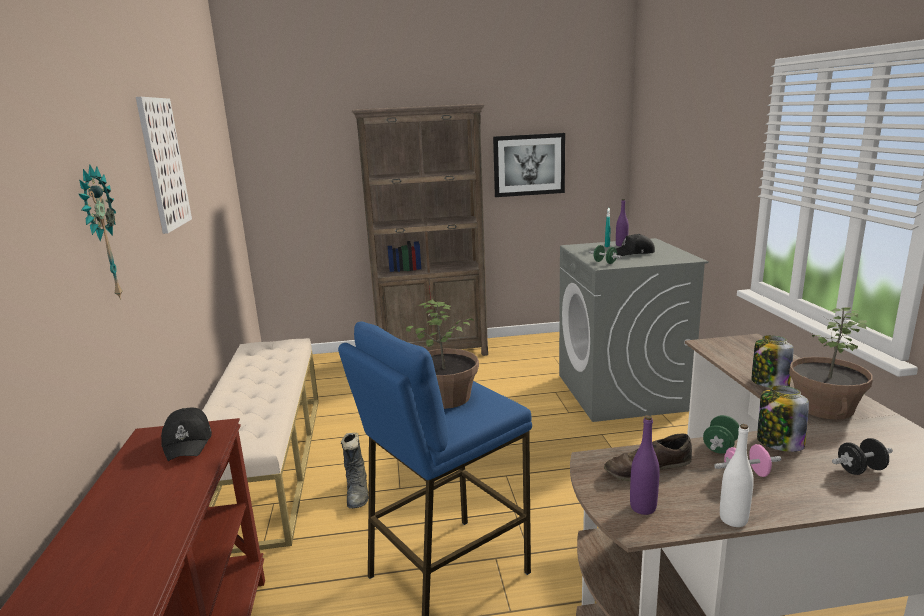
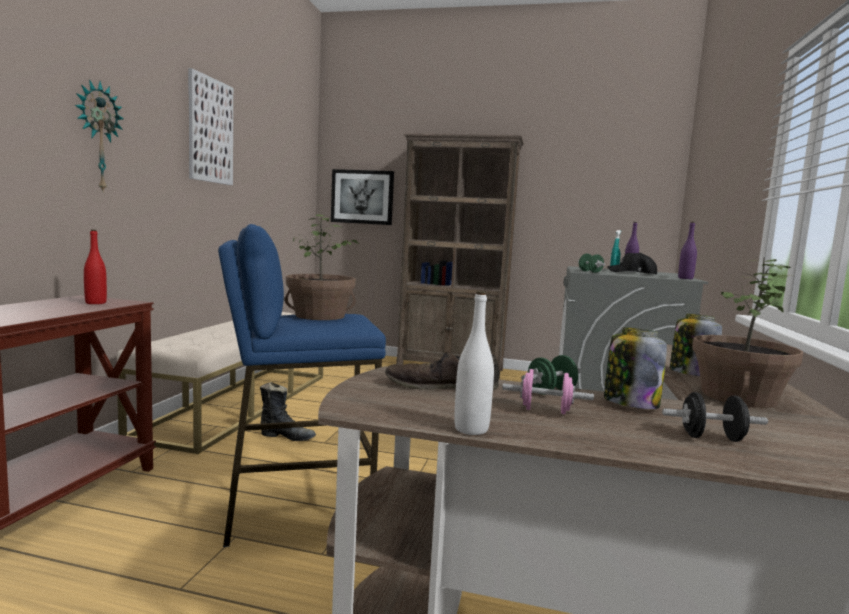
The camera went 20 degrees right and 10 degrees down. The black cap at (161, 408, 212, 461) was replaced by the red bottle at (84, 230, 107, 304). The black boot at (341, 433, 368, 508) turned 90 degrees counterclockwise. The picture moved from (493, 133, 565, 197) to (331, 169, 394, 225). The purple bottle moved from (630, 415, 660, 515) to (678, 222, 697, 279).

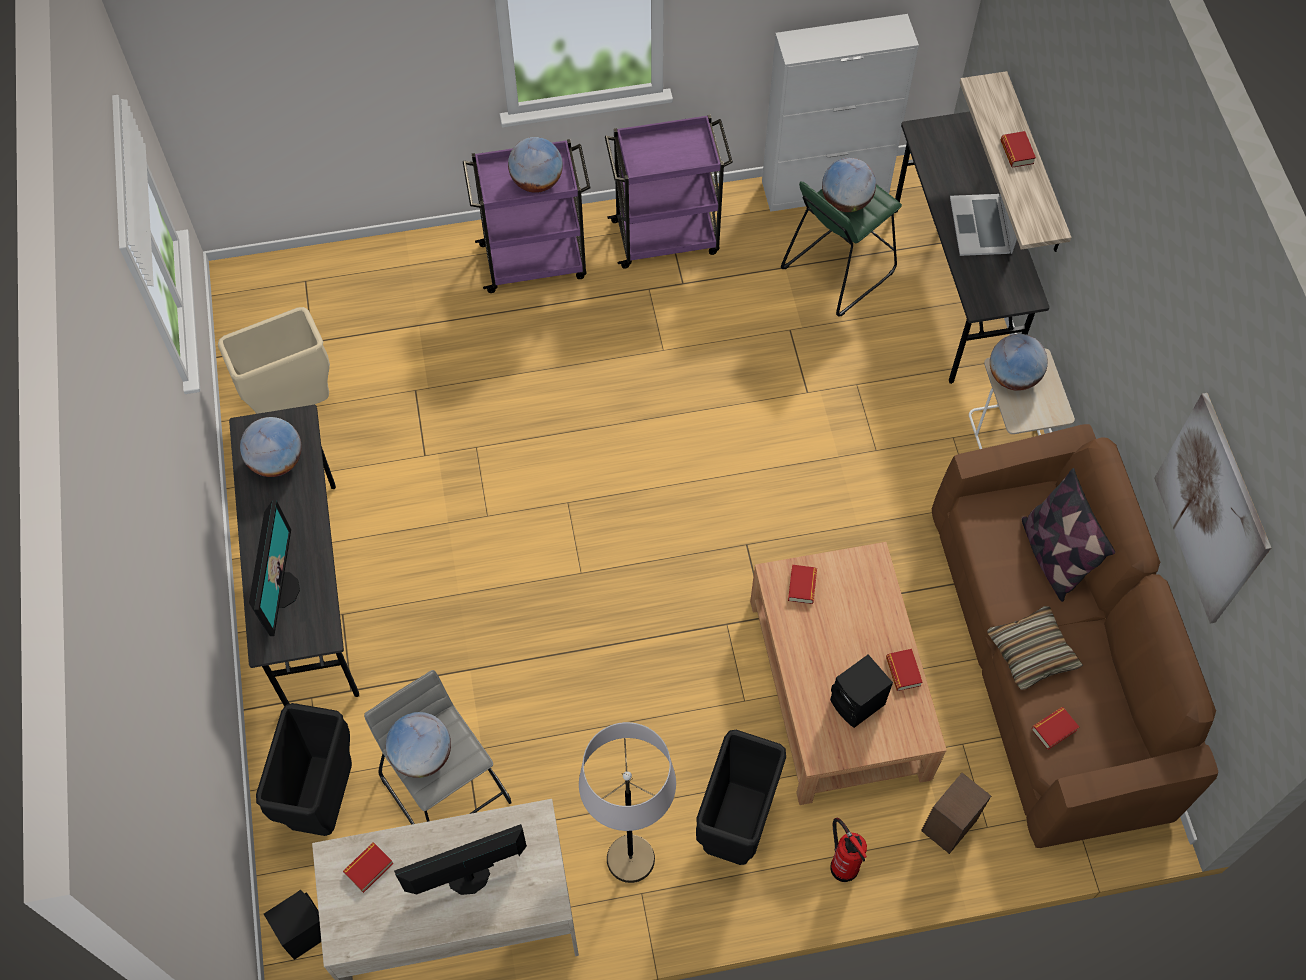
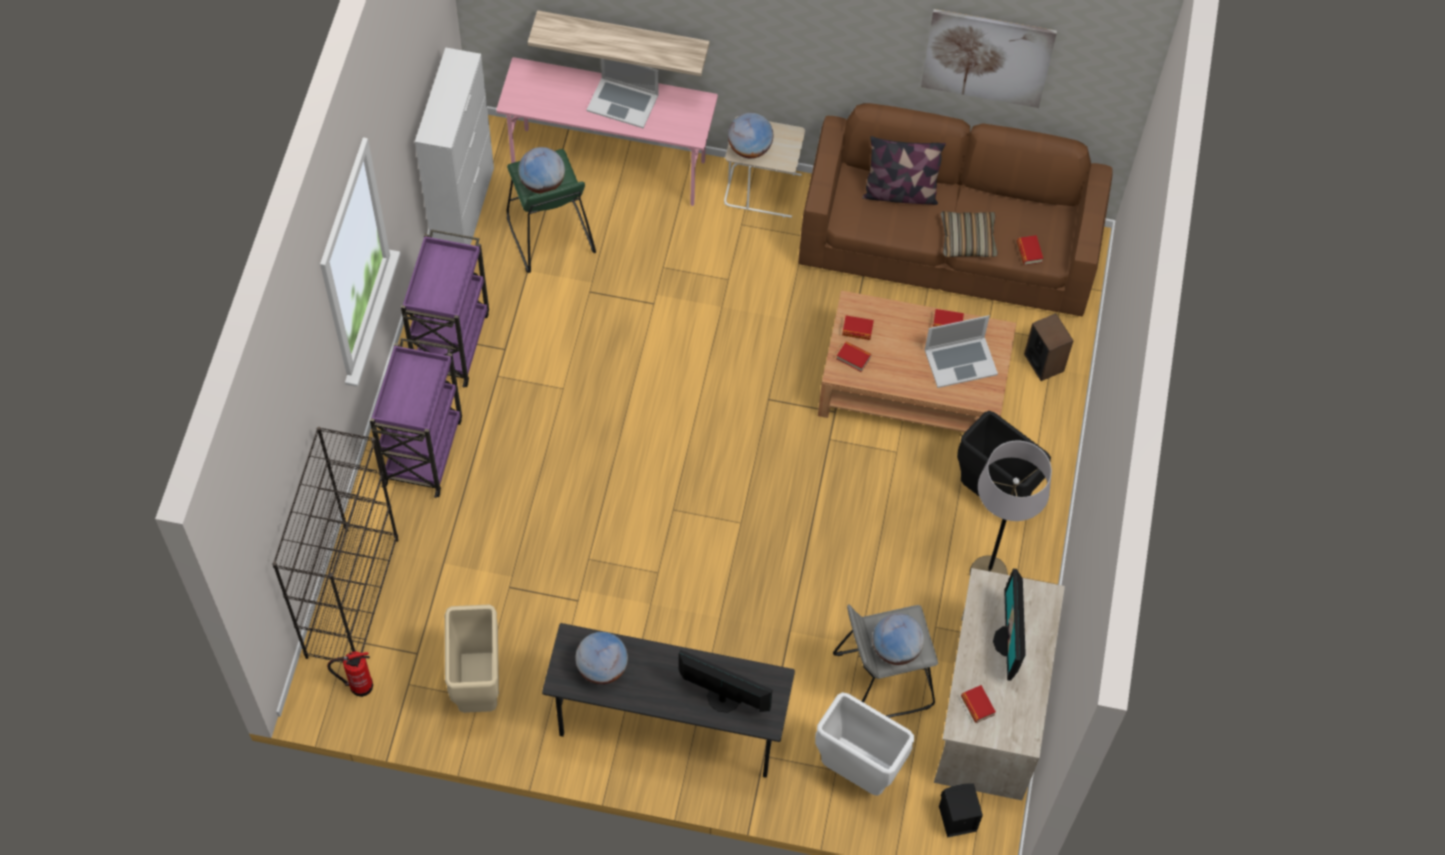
The camera went 70 degrees left and 0 degrees up. The black trash can at (256, 703, 352, 836) became the white trash can at (815, 692, 914, 796). The globe at (508, 137, 563, 193) disappeared. The black speaker at (830, 654, 893, 728) was replaced by the laptop at (925, 315, 998, 388). The fire extinguisher moved from (830, 818, 867, 882) to (327, 651, 373, 697). The grey desk at (895, 112, 1050, 384) became the pink desk at (496, 57, 718, 206). The book moved from (1001, 131, 1036, 168) to (842, 316, 874, 340). The black bookcase at (272, 427, 399, 663) appeared.

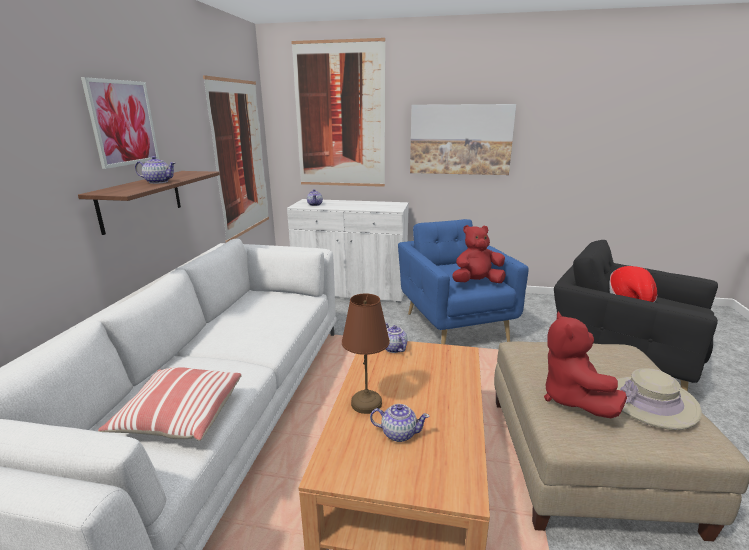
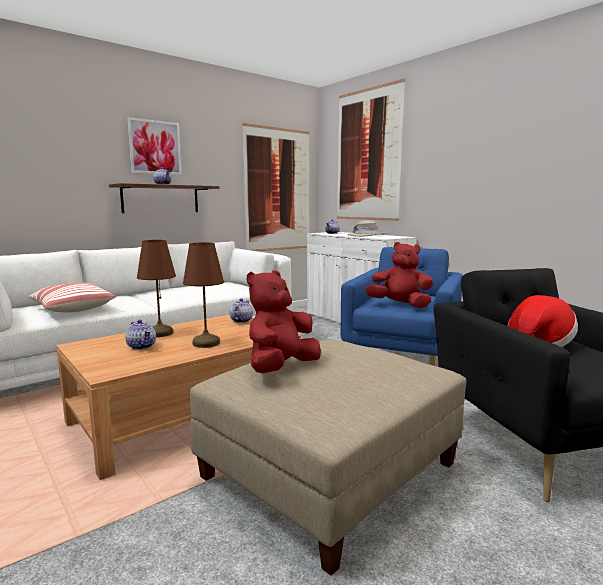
The camera went 40 degrees right and 10 degrees down. The picture at (410, 104, 516, 175) disappeared. The beige hat moved from (617, 368, 702, 430) to (348, 220, 387, 237). The brown table lamp at (183, 242, 224, 348) appeared.

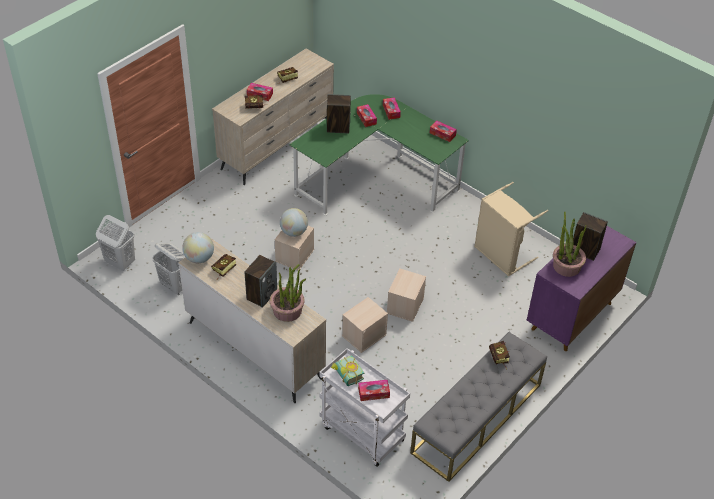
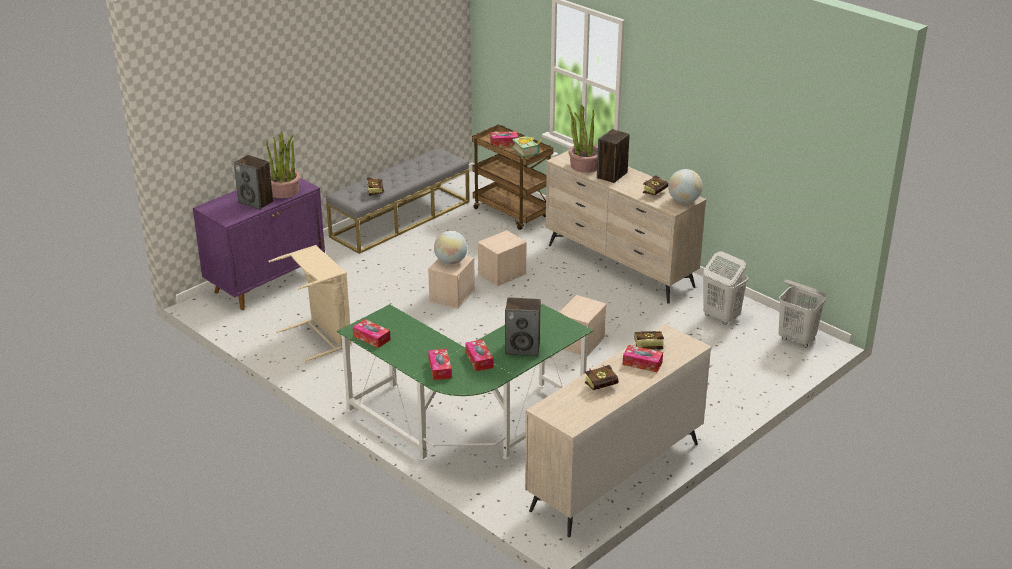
The camera went 175 degrees left and 15 degrees down. The globe moved from (280, 208, 308, 237) to (434, 231, 468, 264). The white cart at (320, 348, 410, 467) became the brown cart at (472, 124, 553, 230).

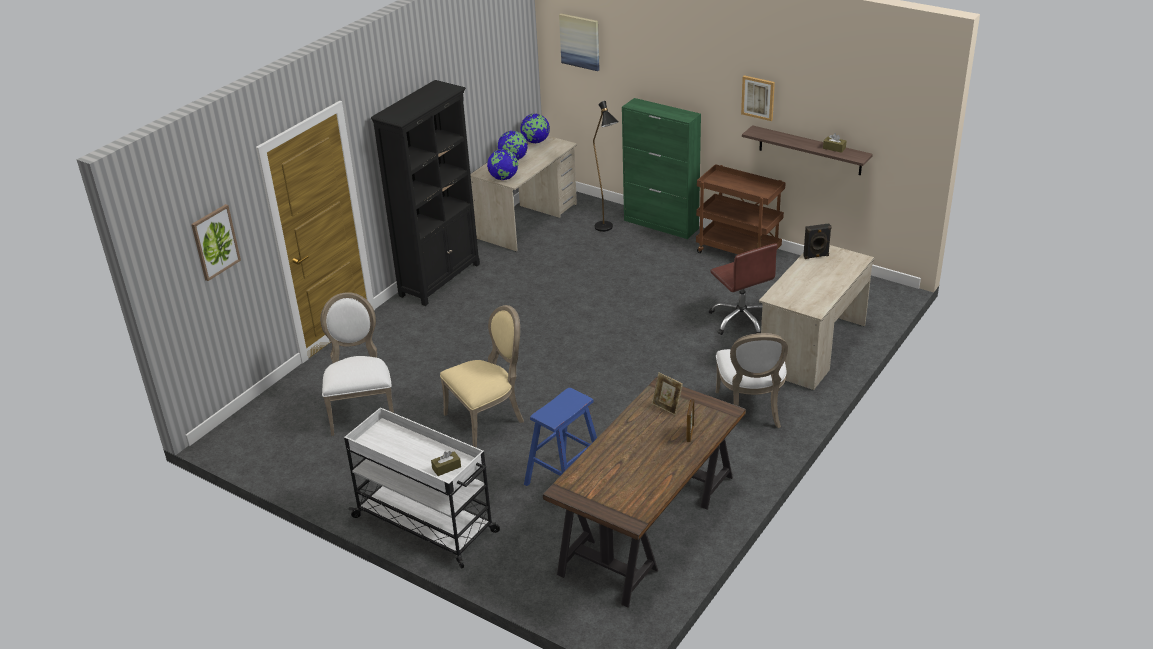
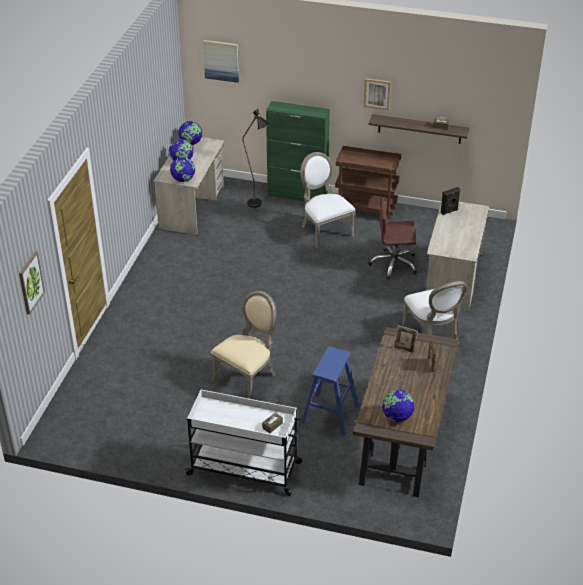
The camera went 20 degrees left and 5 degrees up. The white chair moved from (320, 292, 394, 436) to (300, 152, 355, 249). The black bookcase at (371, 80, 480, 306) disappeared. The brown office chair at (709, 243, 778, 335) turned 135 degrees clockwise. The globe at (382, 390, 415, 422) appeared.

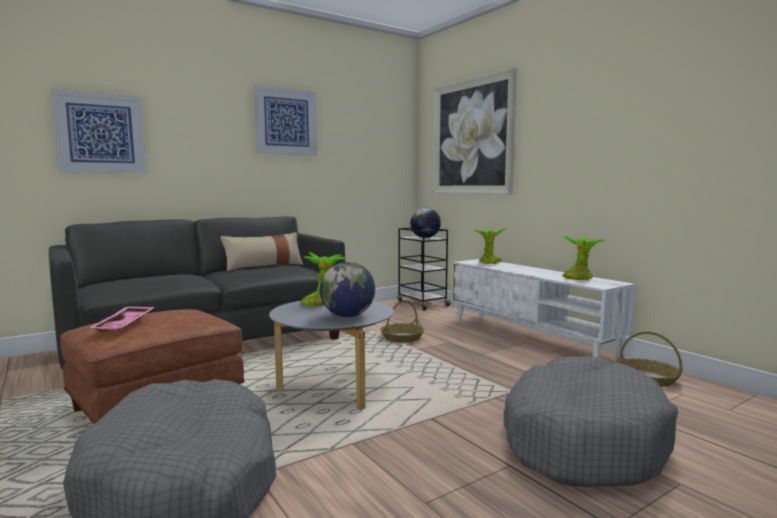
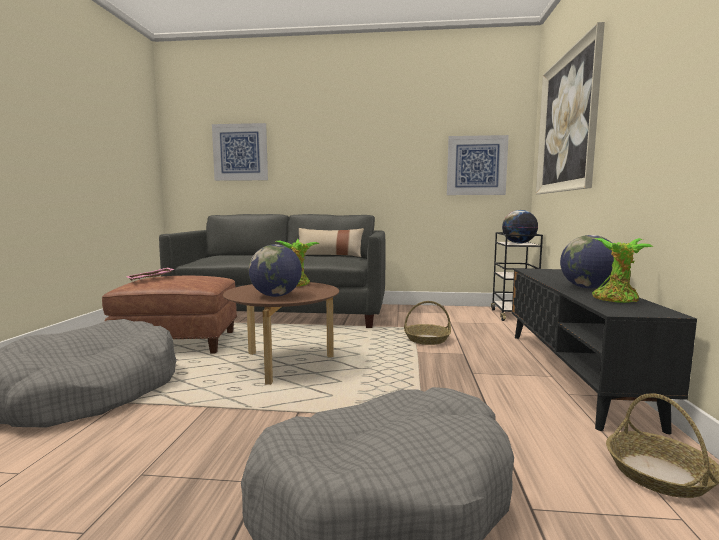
The camera went 40 degrees right and 0 degrees up. The picture moved from (254, 85, 317, 156) to (447, 135, 509, 195). The grey coffee table at (269, 300, 394, 410) became the brown coffee table at (223, 282, 339, 385). The white tv stand at (452, 259, 636, 359) became the black tv stand at (512, 269, 697, 434). The potted plant at (474, 227, 506, 264) disappeared. The globe at (560, 235, 614, 288) appeared.

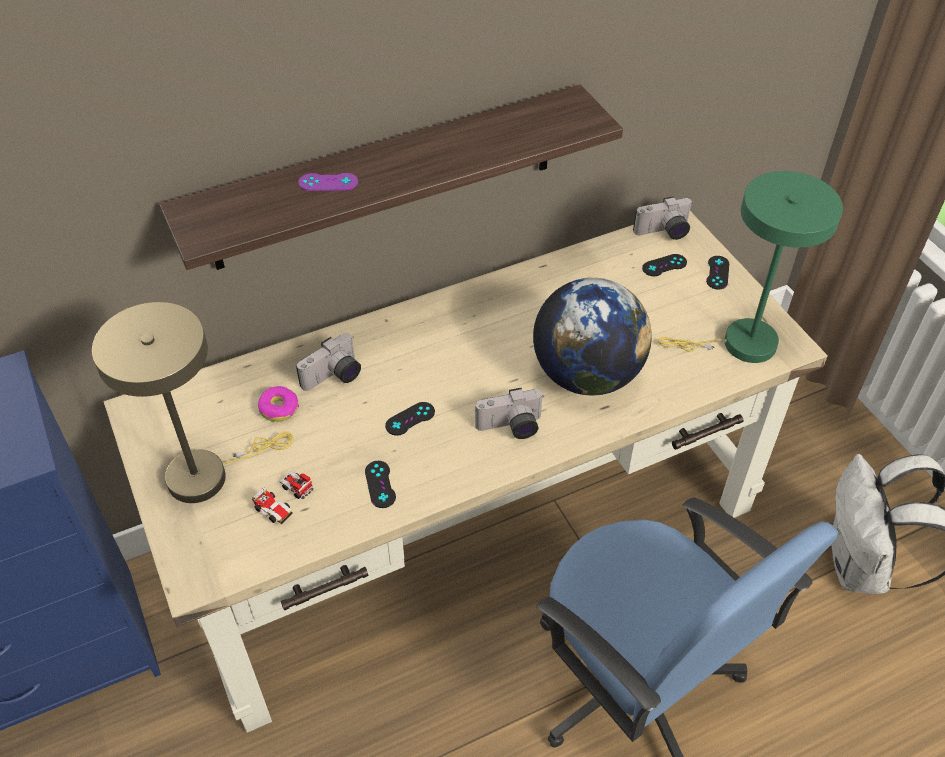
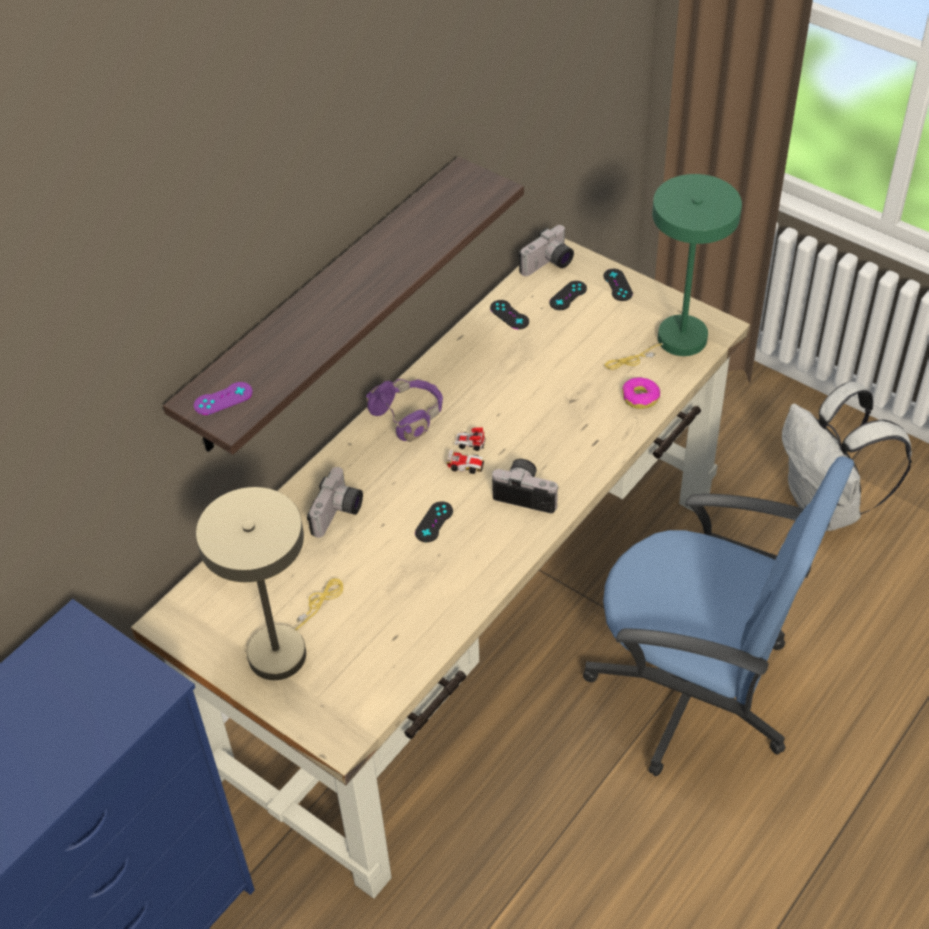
The camera went 25 degrees left and 0 degrees up. The toy car moved from (252, 471, 314, 524) to (447, 427, 486, 474). The donut moved from (258, 386, 299, 422) to (622, 377, 660, 409). The purple game controller moved from (298, 173, 358, 191) to (194, 382, 253, 415). The black game controller moved from (365, 461, 396, 508) to (490, 300, 529, 329). The photo camera at (475, 388, 543, 439) turned 120 degrees counterclockwise. The globe at (533, 278, 652, 396) disappeared. The purple headphones at (366, 379, 443, 442) appeared.

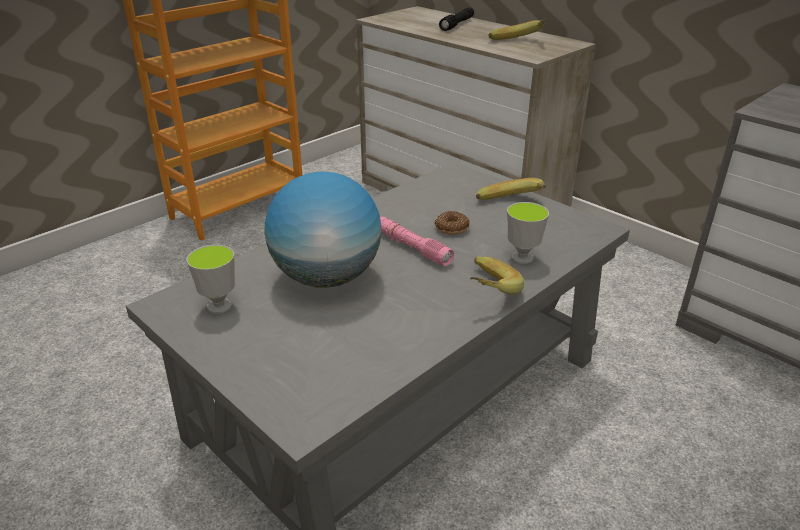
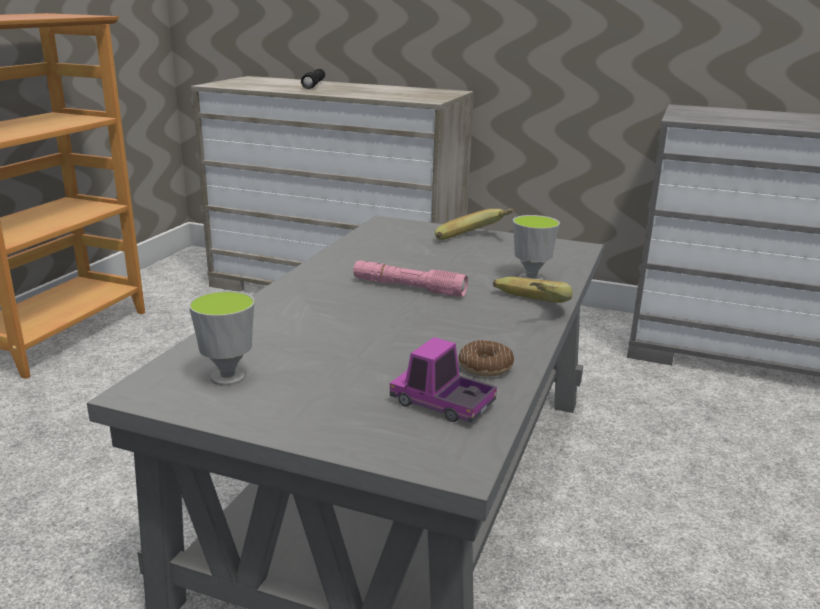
The camera went 25 degrees left and 10 degrees down. The globe at (264, 171, 382, 288) disappeared. The donut moved from (435, 211, 470, 235) to (458, 340, 514, 377). The banana at (488, 19, 545, 40) disappeared. The toy truck at (390, 337, 497, 423) appeared.

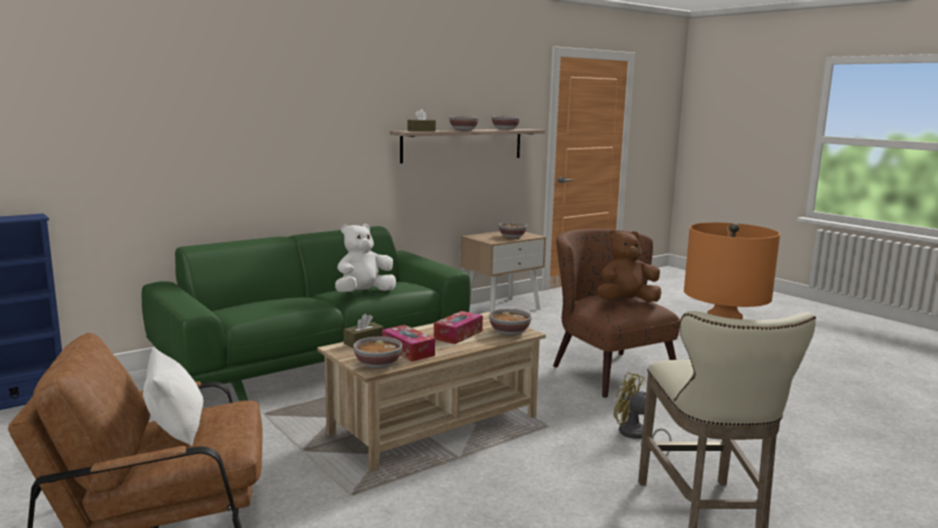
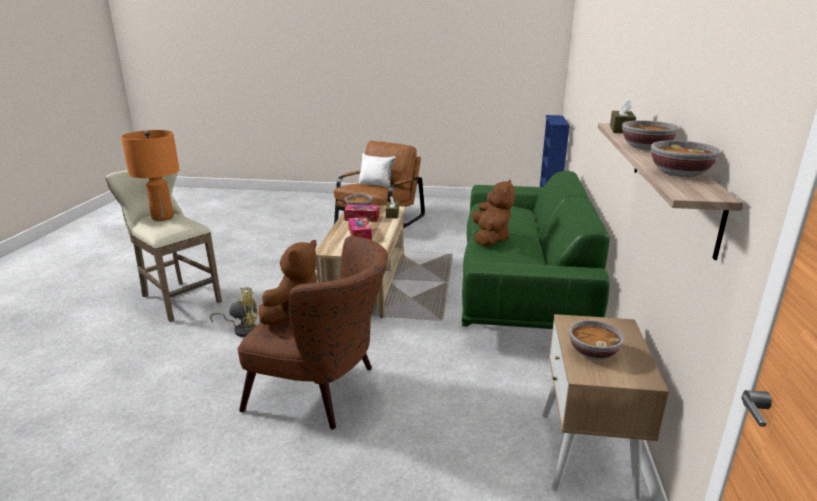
The camera went 135 degrees right and 10 degrees up. The white plush toy at (335, 224, 396, 292) became the brown plush toy at (472, 179, 515, 246). The bowl at (489, 309, 532, 335) disappeared.

